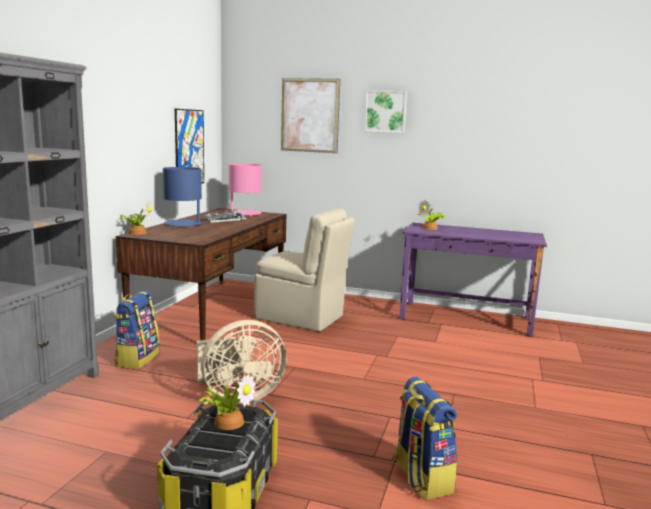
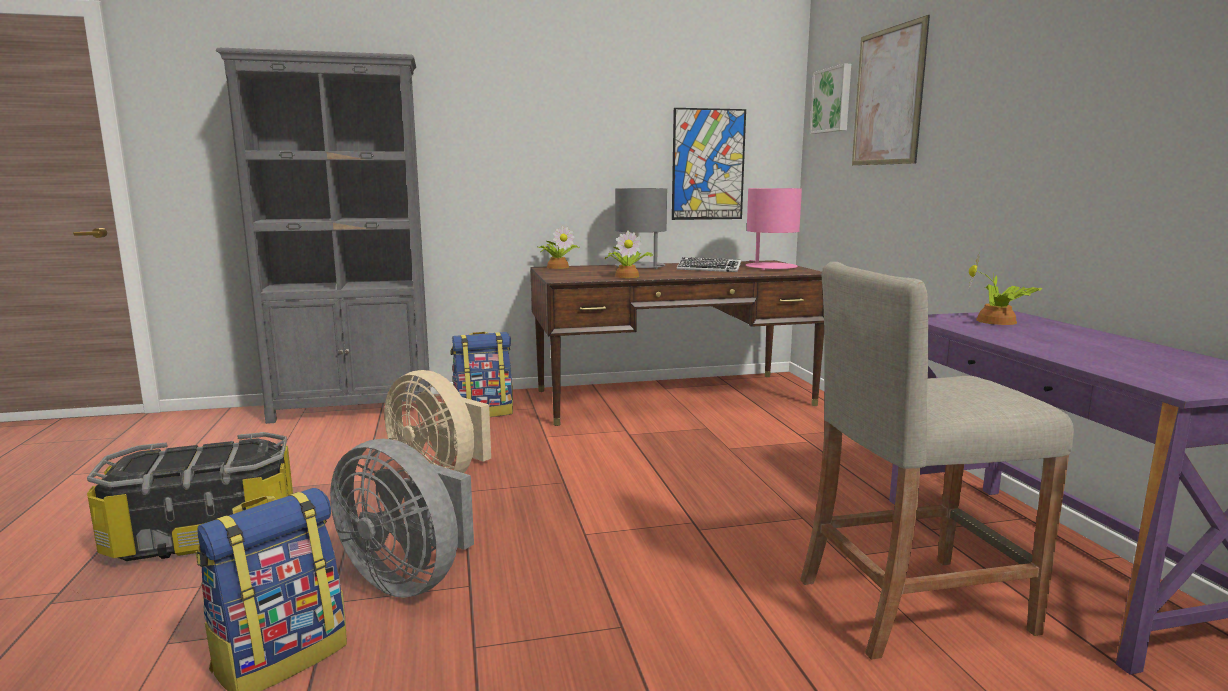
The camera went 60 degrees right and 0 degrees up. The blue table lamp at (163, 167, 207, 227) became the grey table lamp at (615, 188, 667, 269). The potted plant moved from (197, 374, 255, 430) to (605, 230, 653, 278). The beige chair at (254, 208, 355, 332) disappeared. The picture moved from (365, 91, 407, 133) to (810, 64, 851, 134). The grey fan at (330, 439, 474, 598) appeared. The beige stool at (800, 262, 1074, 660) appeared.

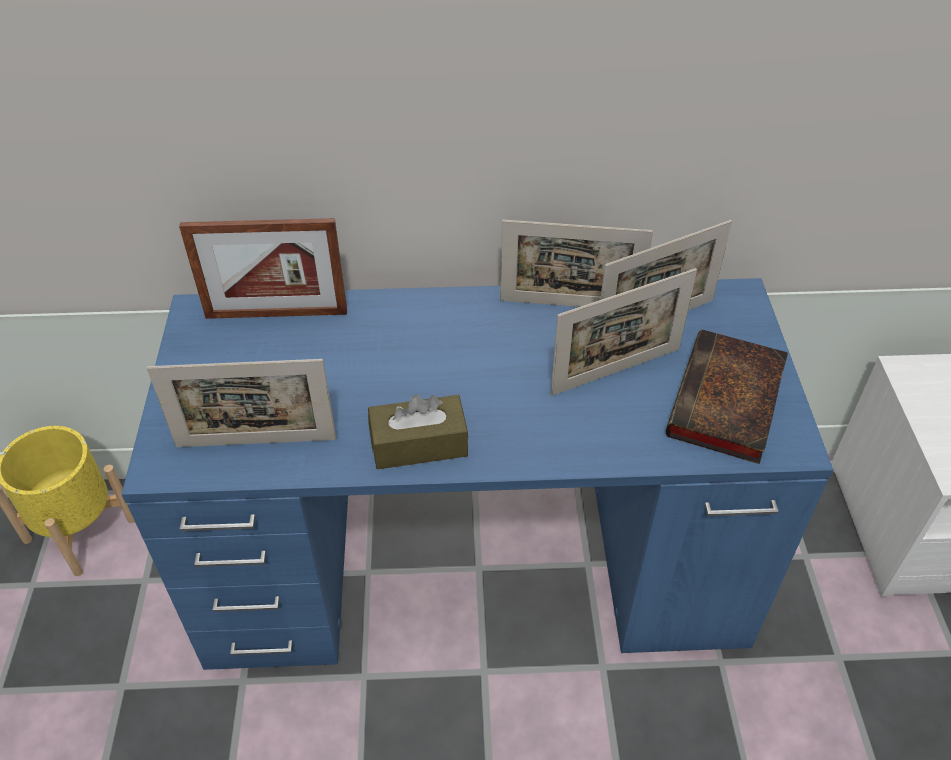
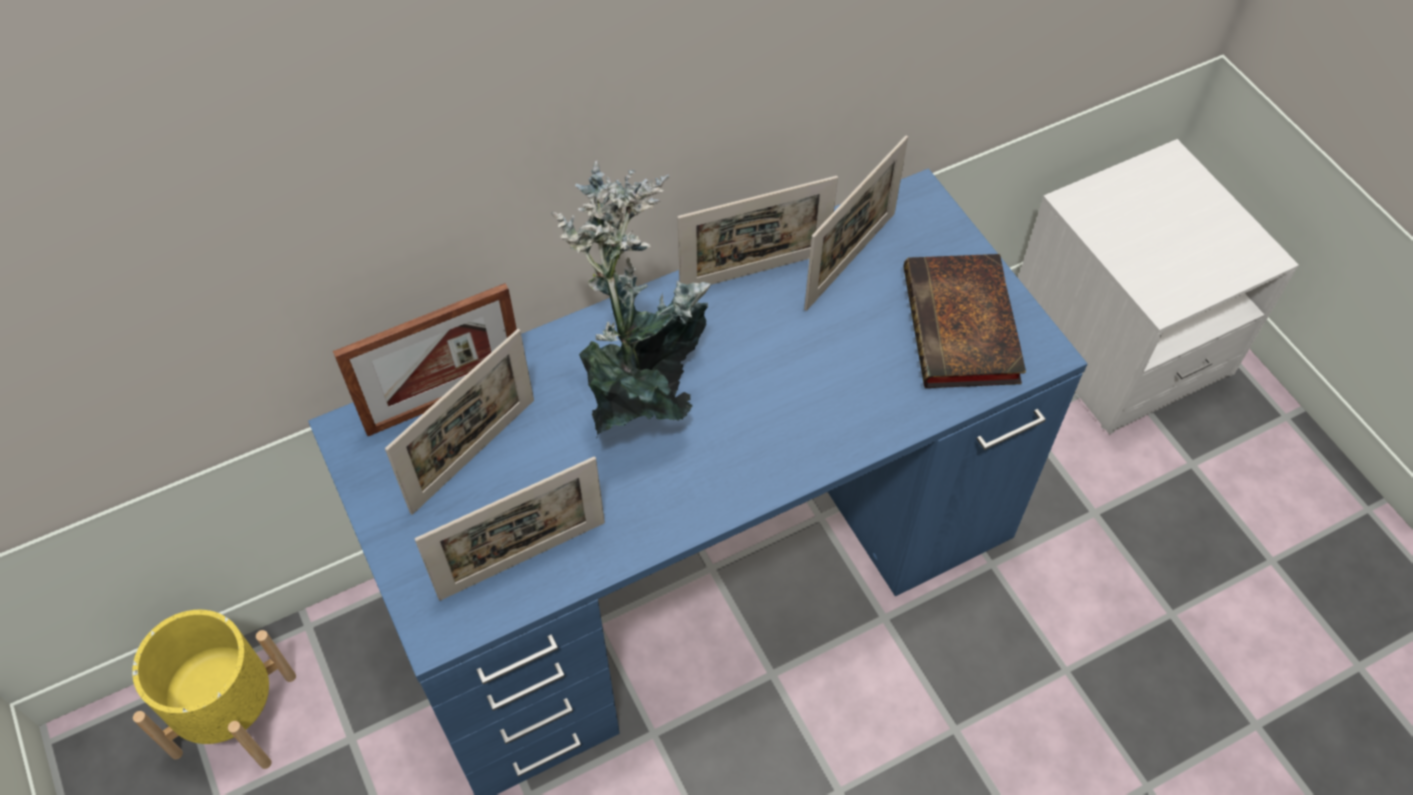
The camera went 25 degrees left and 10 degrees up. The brown tissue box at (368, 395, 468, 470) disappeared. The picture frame moved from (551, 268, 697, 396) to (385, 329, 534, 515). The potted plant at (551, 161, 711, 436) appeared.

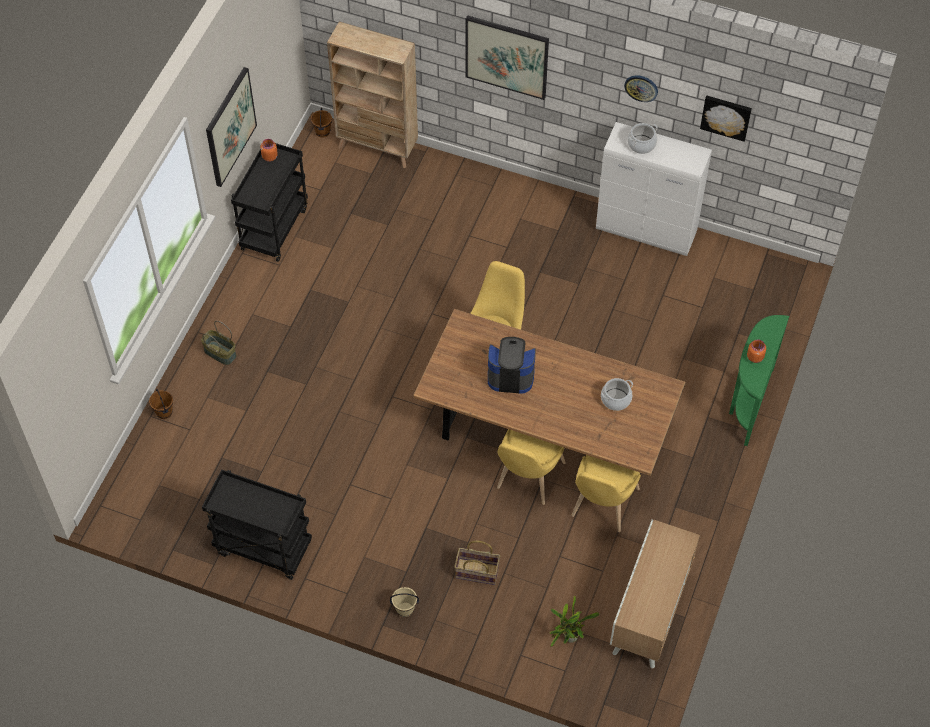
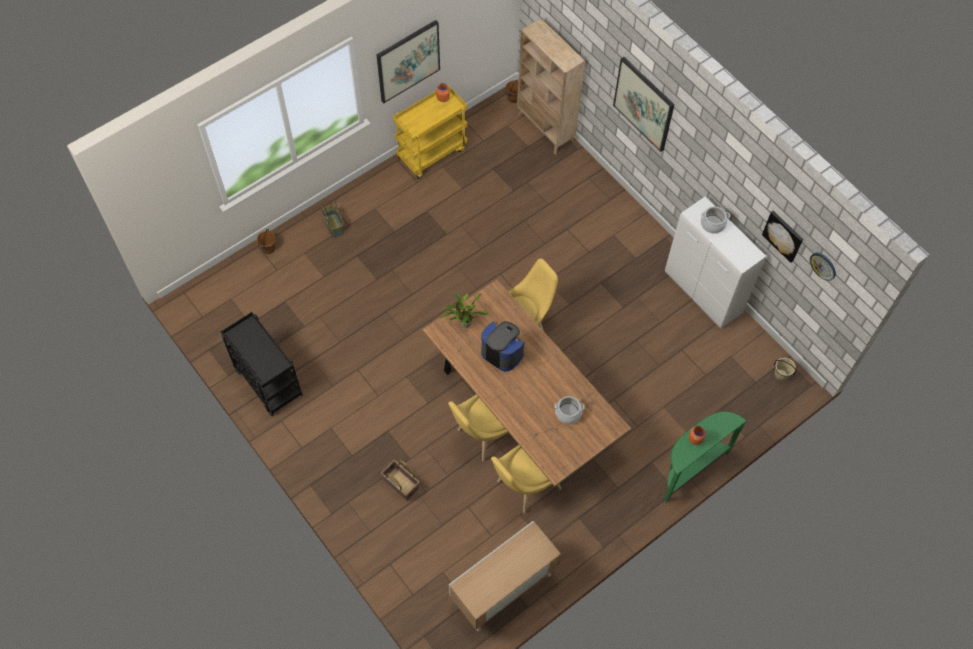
The camera went 30 degrees right and 5 degrees up. The black cart at (231, 143, 308, 262) became the yellow cart at (393, 84, 468, 179). The beige bucket moved from (390, 587, 419, 617) to (774, 358, 796, 381). The potted plant moved from (550, 596, 600, 647) to (440, 292, 488, 328). The wall clock moved from (624, 75, 658, 102) to (810, 252, 836, 281).

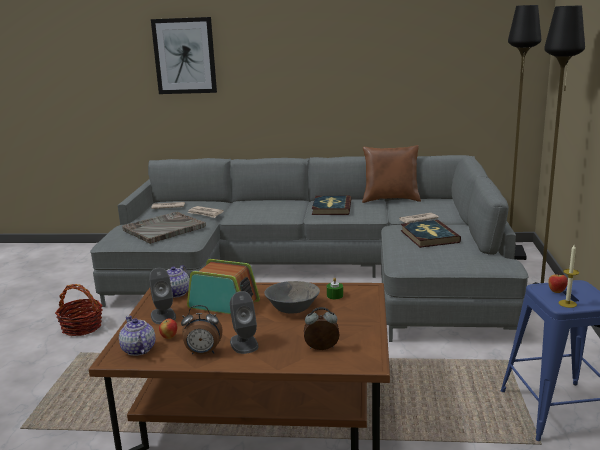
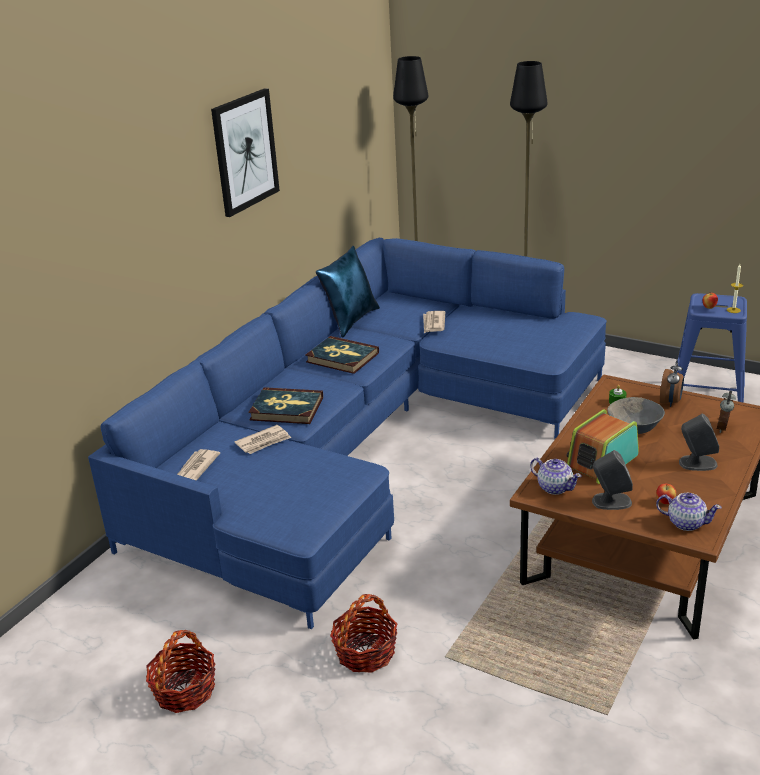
The camera went 65 degrees left and 10 degrees up. The grey sofa at (90, 155, 528, 344) became the blue sofa at (88, 238, 607, 629). The teapot at (119, 315, 155, 356) turned 150 degrees counterclockwise. The grey tray at (122, 212, 206, 244) disappeared. The picture moved from (151, 17, 217, 94) to (211, 88, 280, 217). The alarm clock moved from (181, 305, 223, 355) to (660, 360, 684, 407). The brown pillow at (362, 145, 421, 203) became the blue pillow at (316, 246, 380, 338). The book moved from (401, 220, 461, 248) to (248, 387, 323, 424). The basket at (146, 630, 215, 713) appeared.

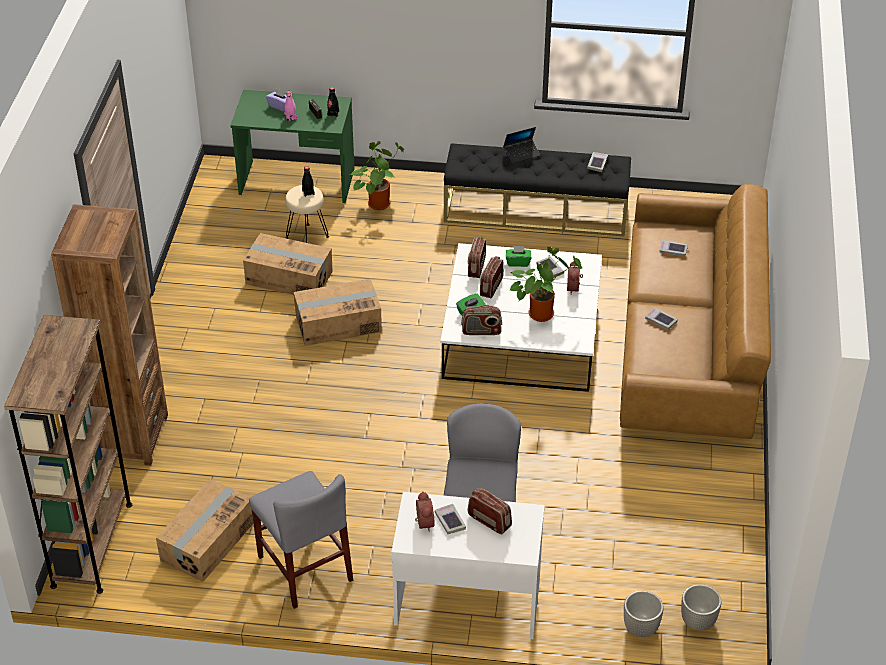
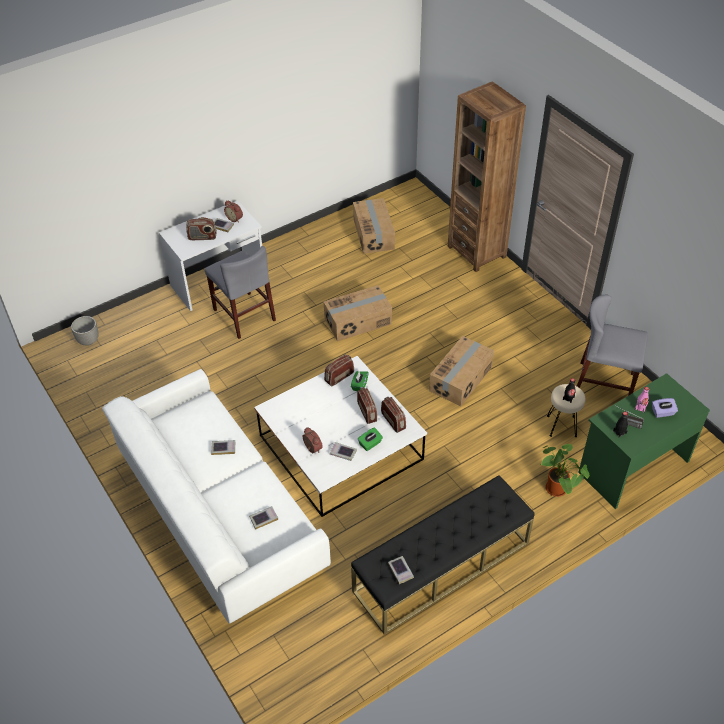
The camera went 140 degrees right and 5 degrees up. The brown bookcase at (4, 315, 132, 594) disappeared. The cardboard box moved from (243, 233, 333, 295) to (323, 285, 392, 341). The grey chair moved from (249, 471, 353, 609) to (577, 295, 648, 396). The laptop at (503, 127, 540, 163) disappeared. The potted plant at (509, 247, 582, 322) disappeared. The brown sofa at (620, 184, 771, 439) became the white sofa at (102, 369, 331, 624). The planter at (624, 591, 663, 637) disappeared.

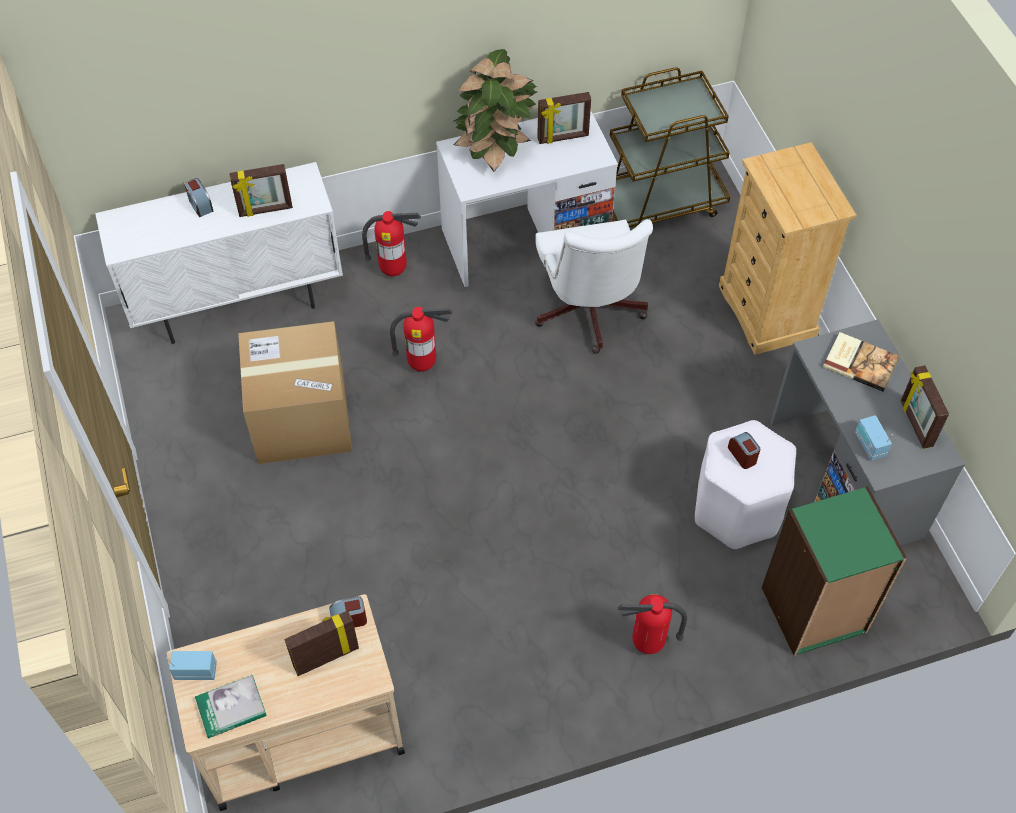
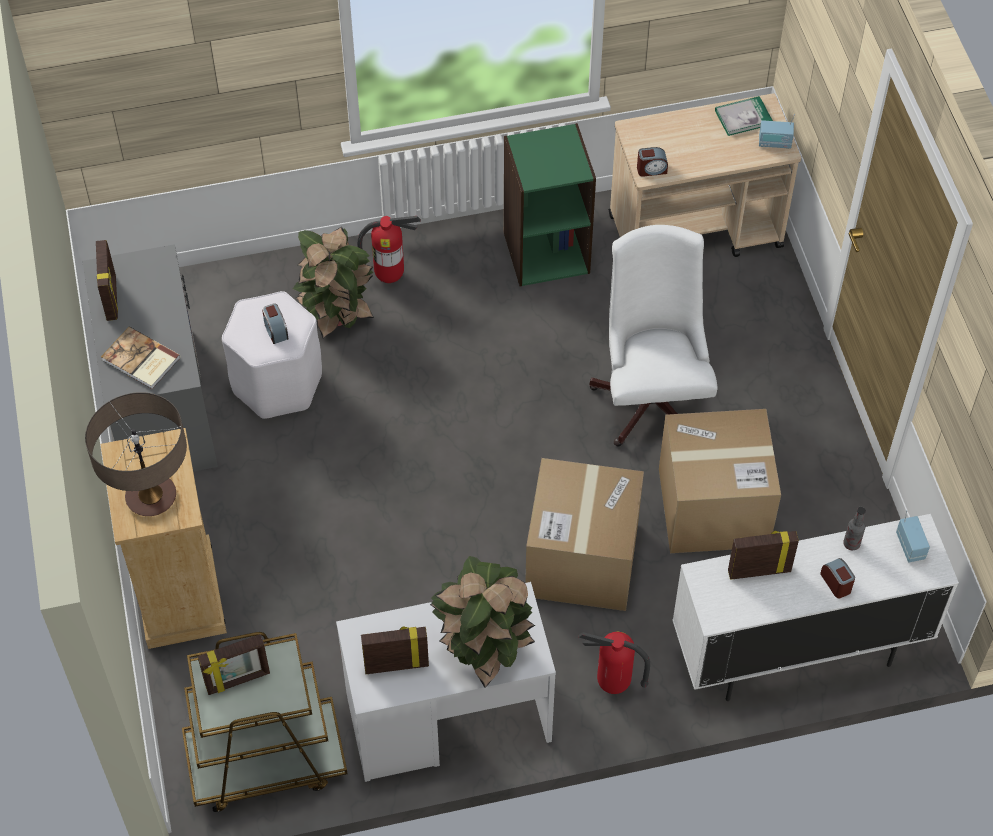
The camera went 175 degrees left and 0 degrees up. The picture frame moved from (285, 611, 359, 676) to (197, 634, 270, 695). The fire extinguisher at (390, 307, 453, 371) was replaced by the cardboard box at (525, 458, 644, 611). The white office chair moved from (535, 219, 653, 354) to (590, 225, 718, 447). The green bookcase moved from (762, 486, 907, 656) to (504, 123, 596, 286). The radio moved from (855, 415, 893, 461) to (896, 510, 930, 563). The table lamp at (85, 392, 187, 516) appeared. The potted plant at (293, 227, 374, 339) appeared. The bottle at (843, 507, 866, 550) appeared.

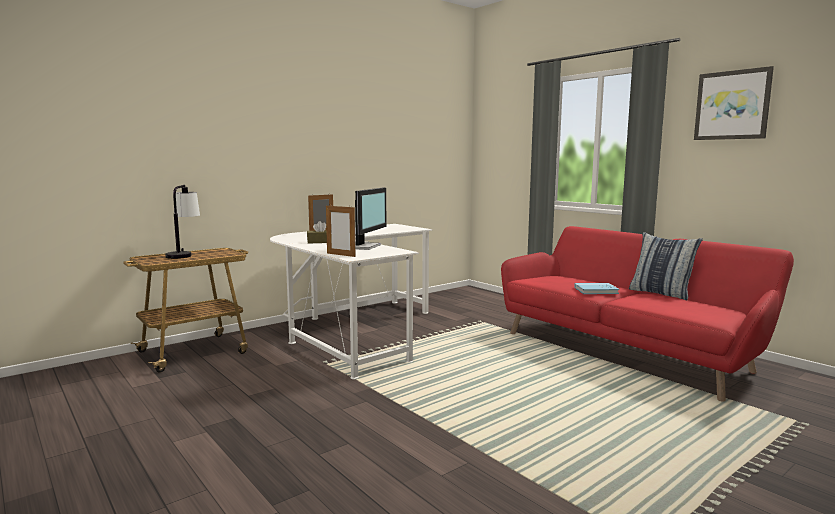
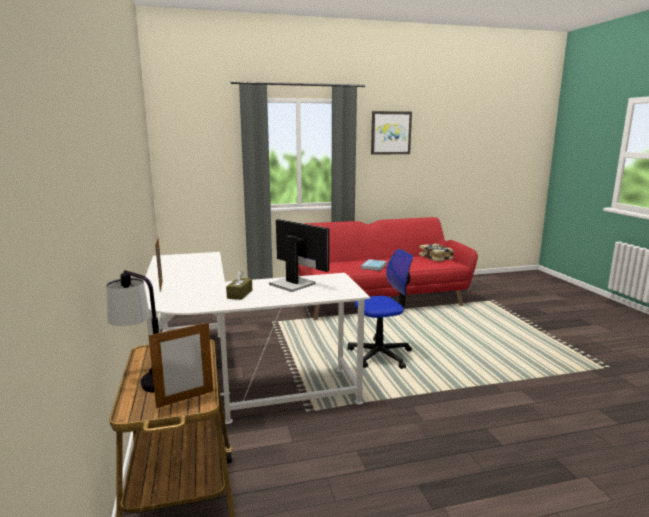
The camera went 65 degrees left and 5 degrees up. The picture frame moved from (326, 205, 356, 257) to (148, 322, 213, 408). The pillow at (629, 232, 703, 300) disappeared. The office chair at (347, 249, 413, 369) appeared. The book at (419, 244, 454, 261) appeared.

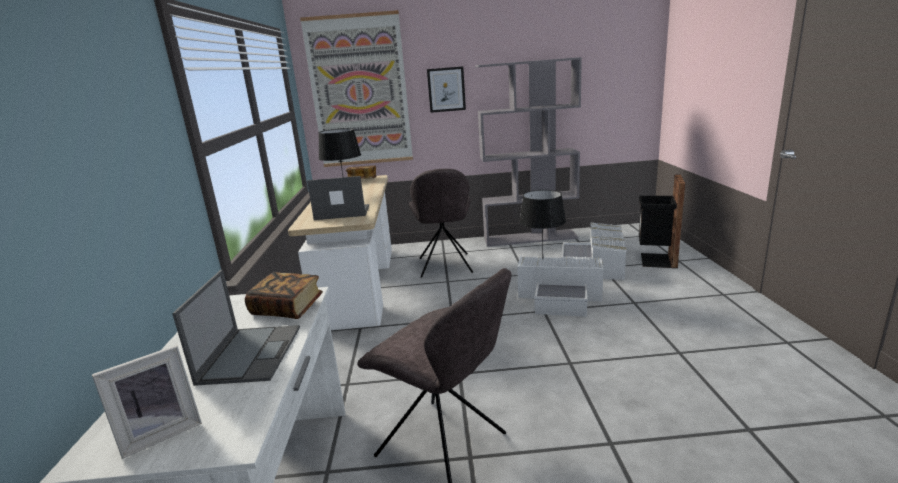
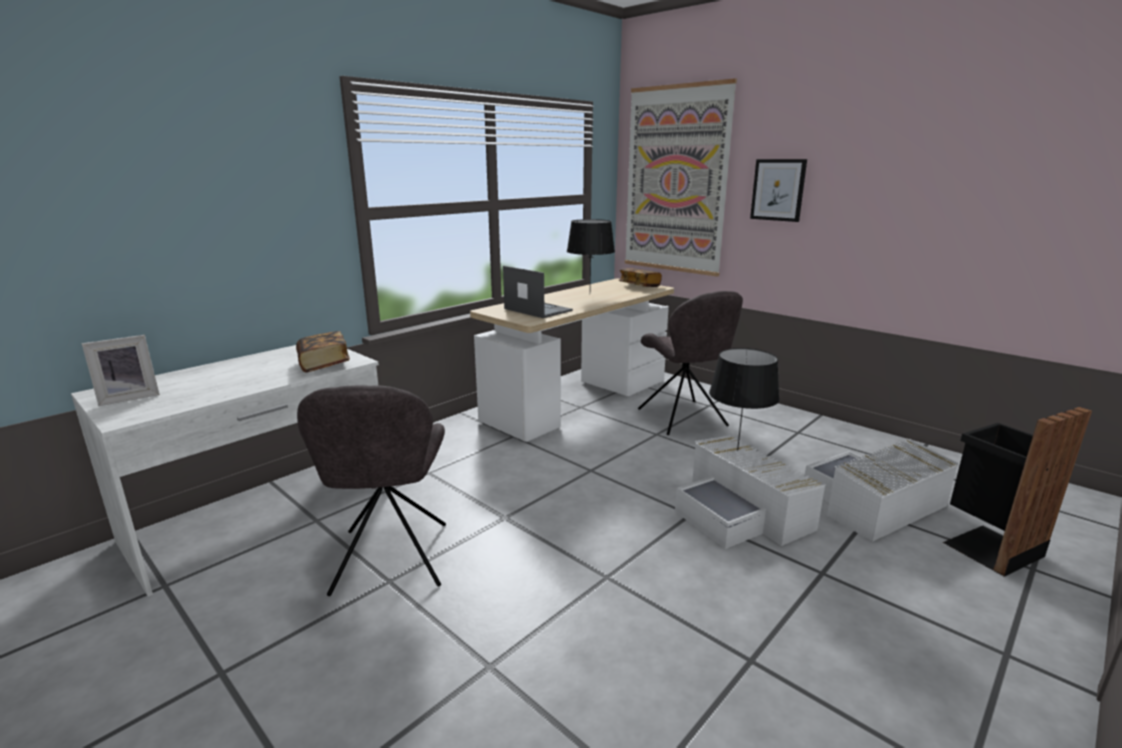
The camera went 45 degrees right and 0 degrees up. The picture frame at (92, 345, 202, 459) turned 45 degrees counterclockwise. The laptop at (172, 270, 300, 386) disappeared. The grey chair at (409, 169, 473, 278) turned 60 degrees counterclockwise. The grey bookcase at (475, 57, 582, 247) disappeared.

